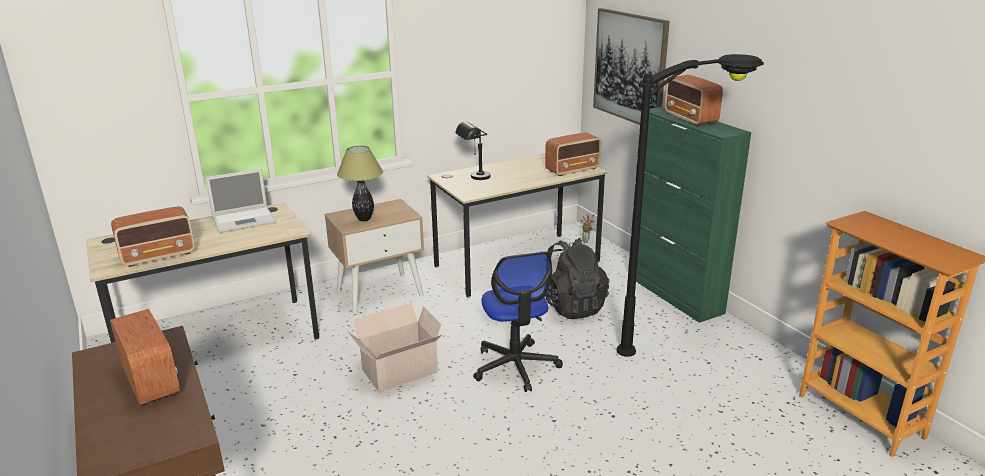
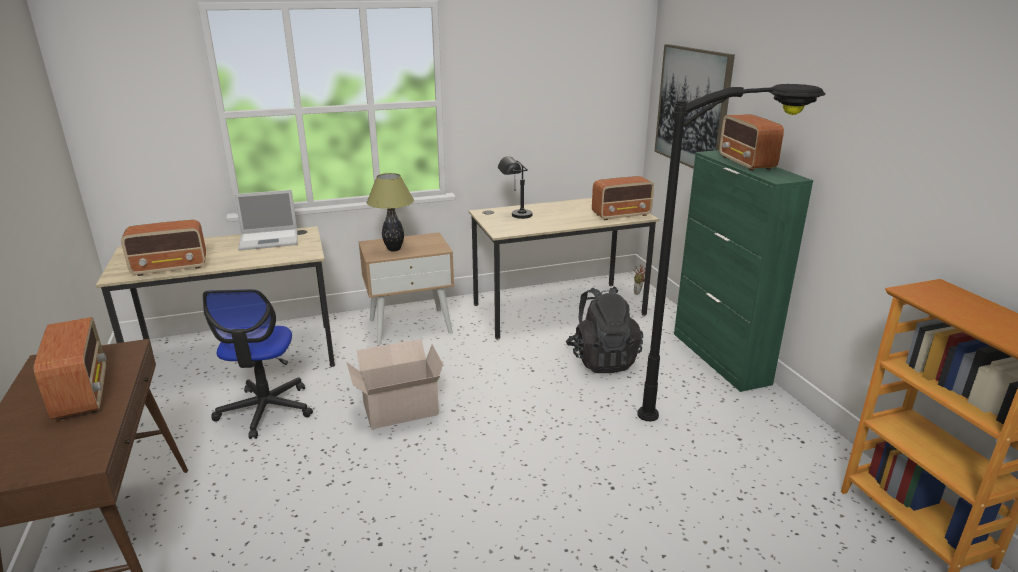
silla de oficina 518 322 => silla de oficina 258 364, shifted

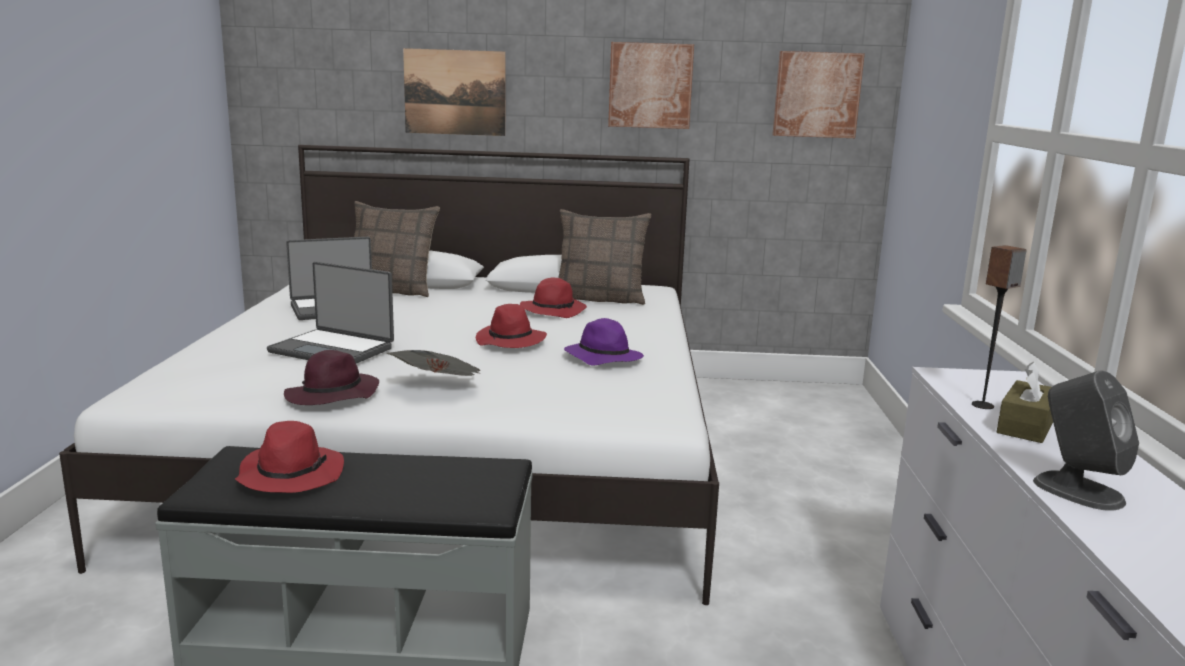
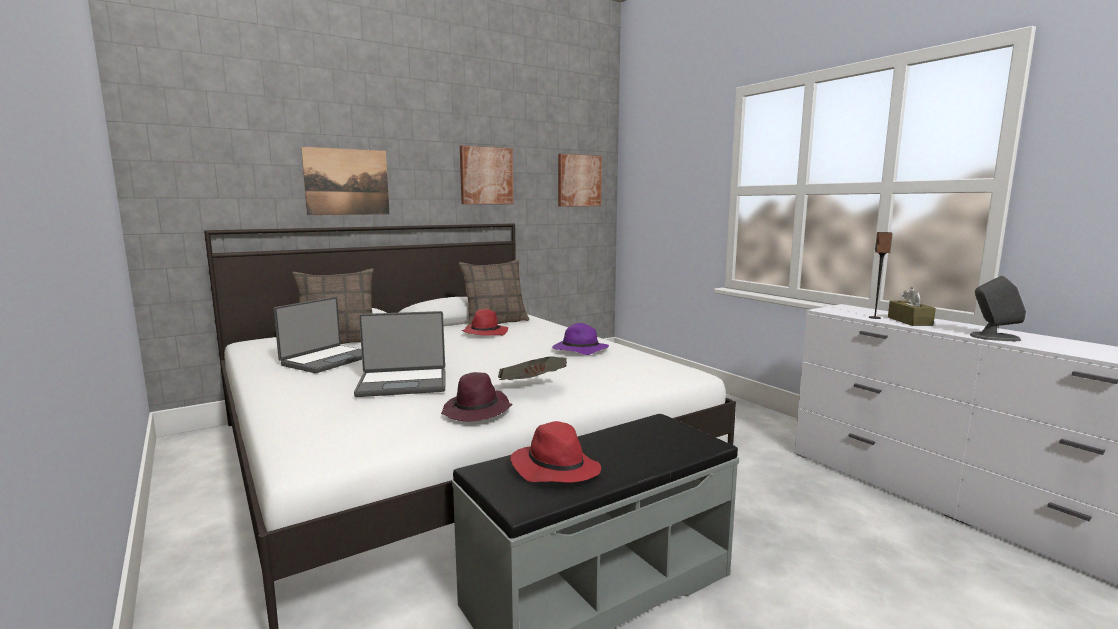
sombrero [rojo] 511 326 => nothing

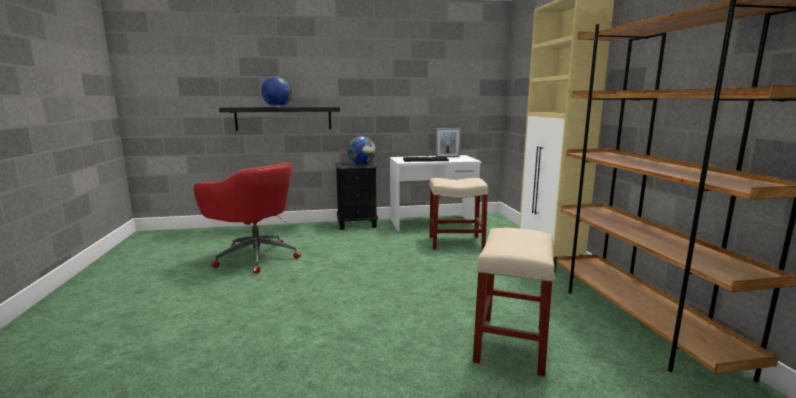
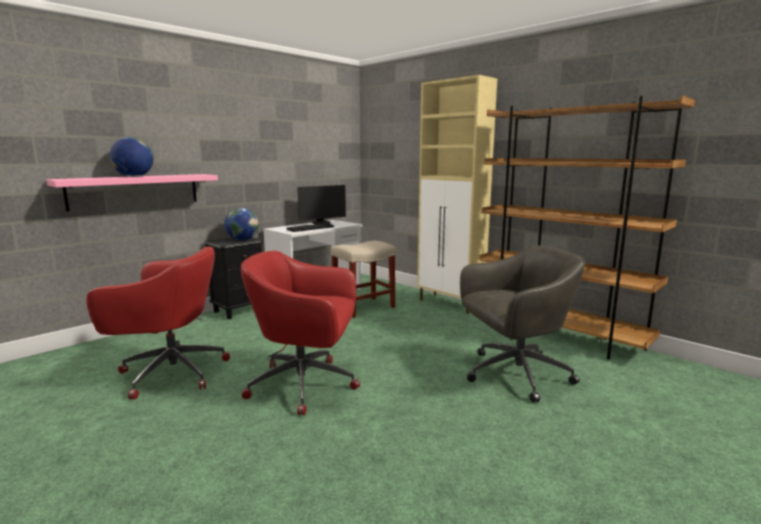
estante [negro] 279 118 => estante [rosa] 132 192
nothing => silla de oficina [rojo] 300 333
portarretratos 448 142 => monitor 321 204
taburete [beis] 514 302 => silla de oficina [gris] 522 323

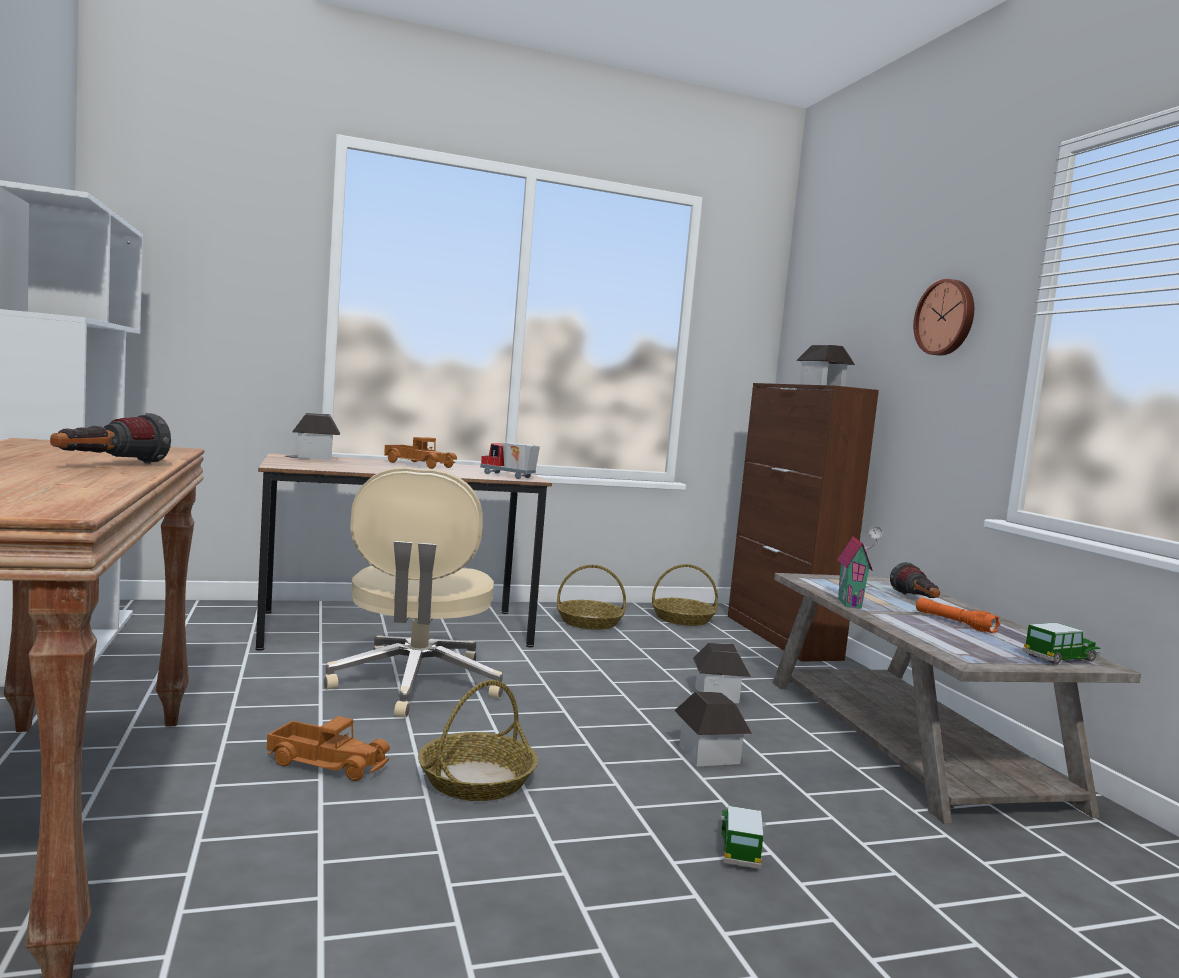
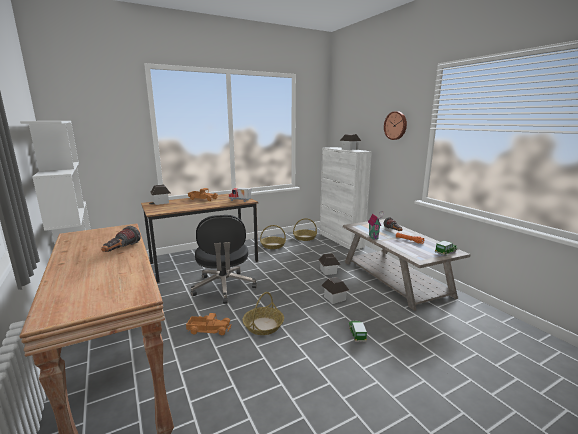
silla de oficina [beis] 413 592 => silla de oficina [negro] 224 259
armario [marrón] 803 522 => armario [blanco] 346 198

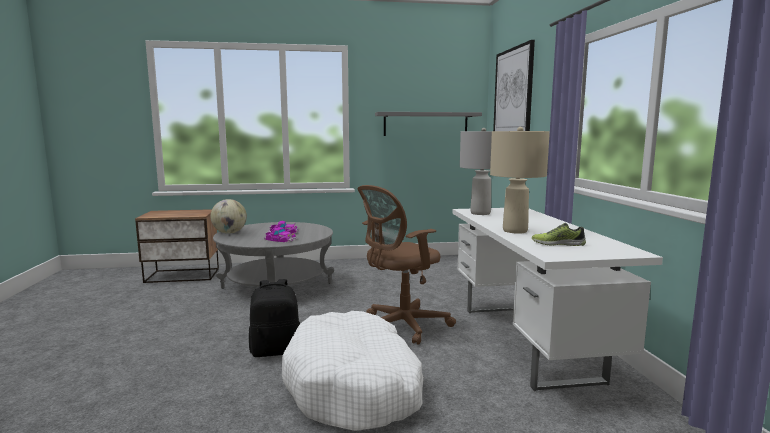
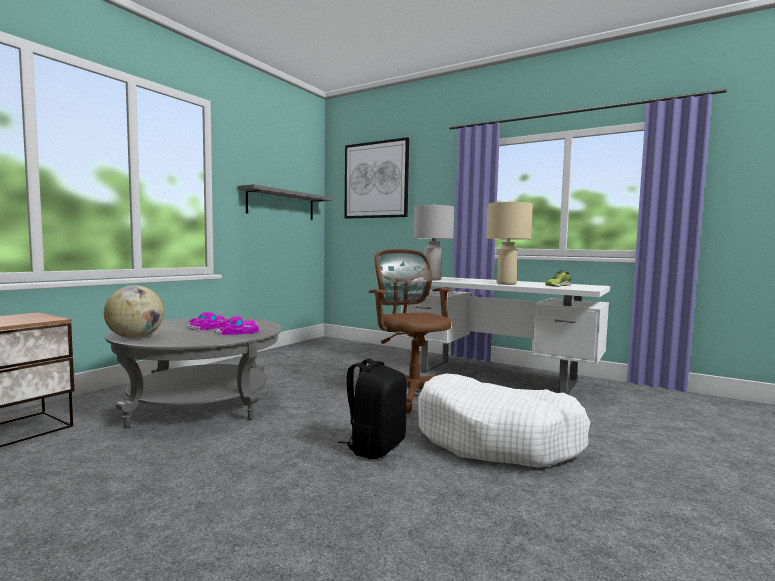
silla de oficina [marrón] 407 265 => silla de oficina [marrón] 411 331, 150 degrees clockwise

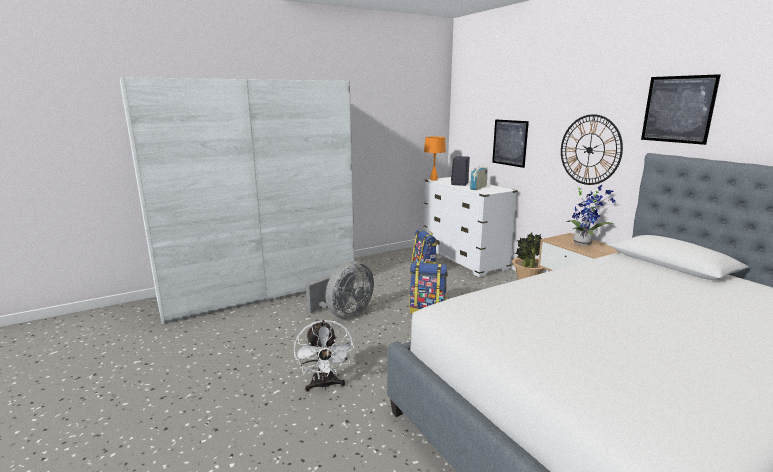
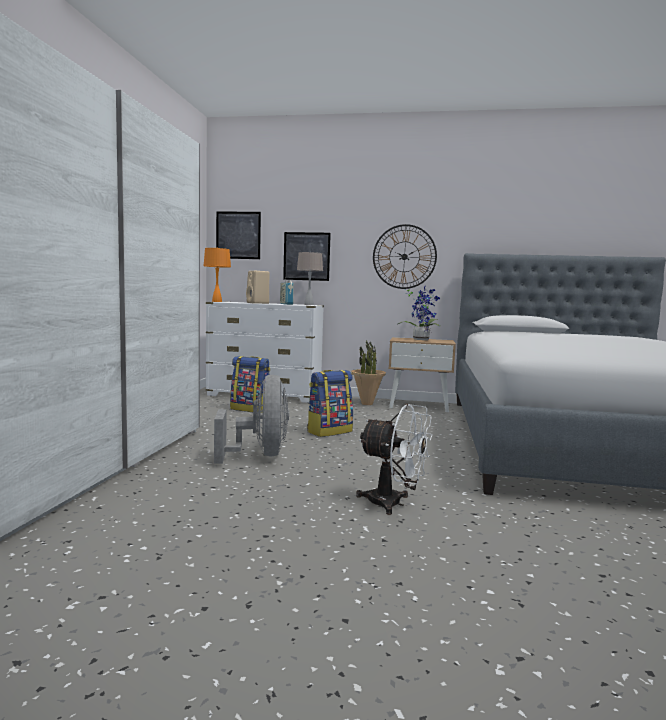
cuadro 681 109 => cuadro 238 235, shifted
altavoz [negro] 460 171 => altavoz [beis] 258 287
nothing => lámpara de mesa [beis] 310 278

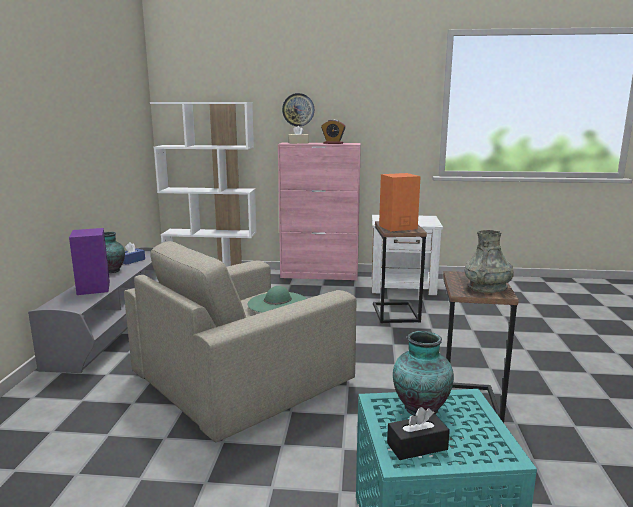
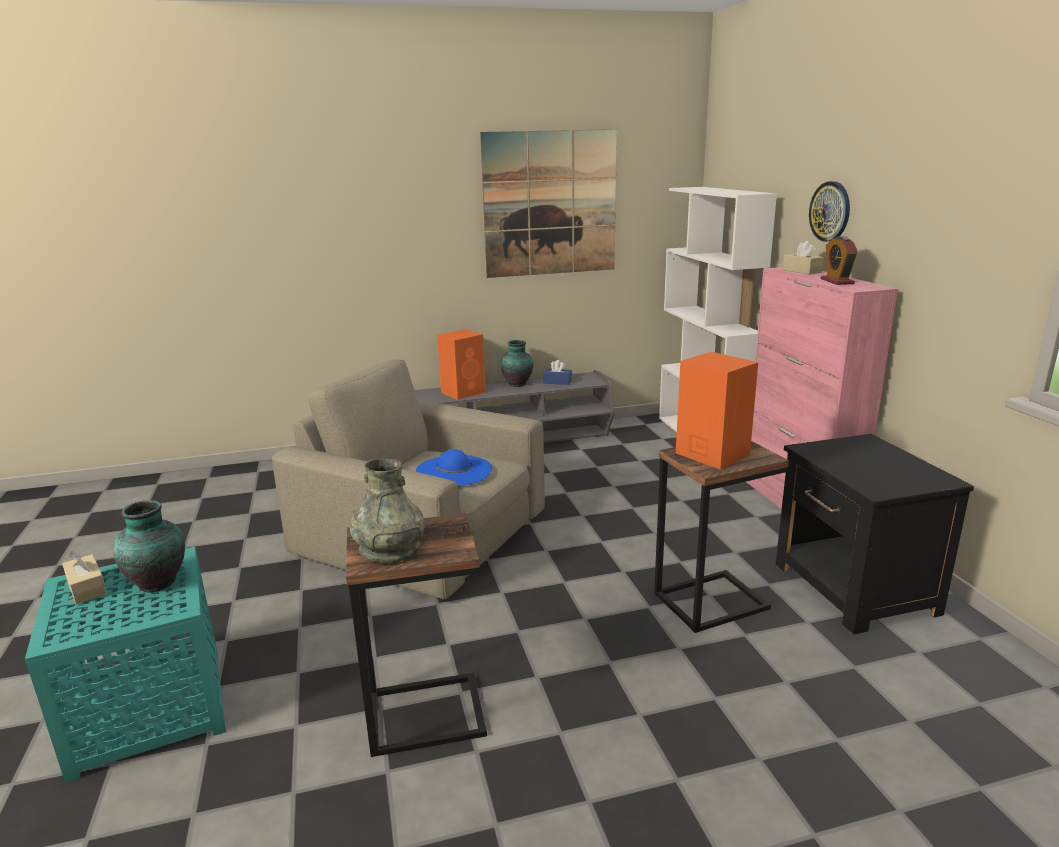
caja de pañuelos [negro] 418 433 => caja de pañuelos [beis] 84 577
sombrero [verde] 277 299 => sombrero [azul] 454 467
altavoz [morado] 89 261 => altavoz [naranja] 461 364
nothing => cuadro 548 203
mesita de noche [blanco] 407 255 => mesita de noche [negro] 875 534

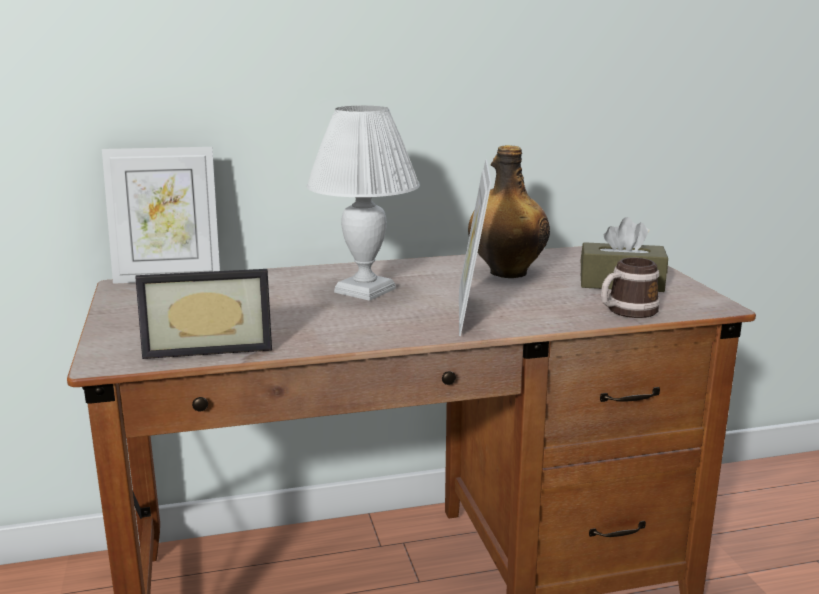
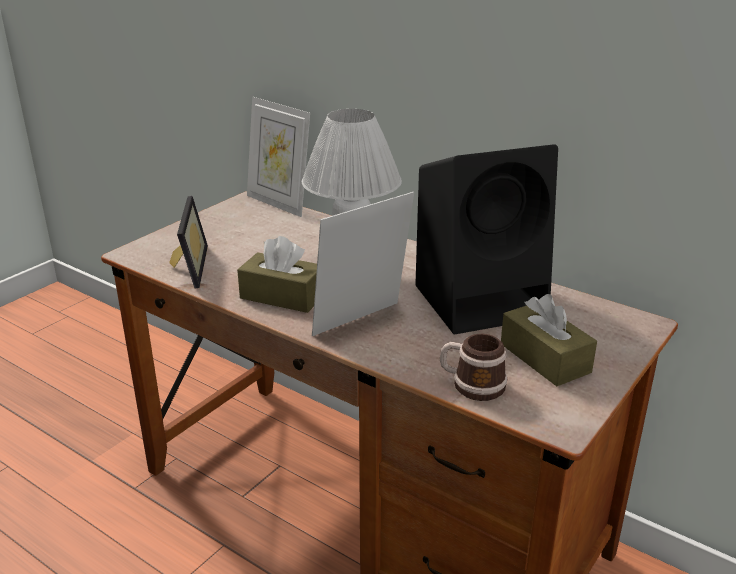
portarretratos 203 314 => portarretratos 188 242, 135 degrees counterclockwise
nothing => caja de pañuelos [marrón] 277 274
botella 509 211 => altavoz [negro] 486 239

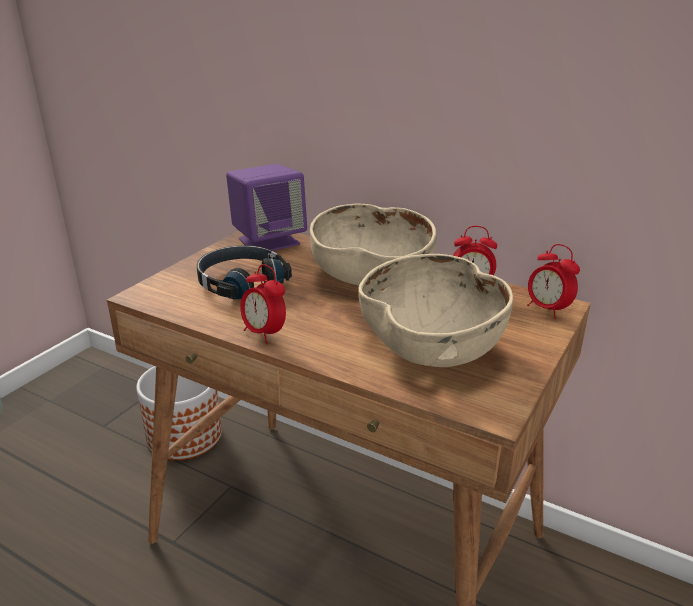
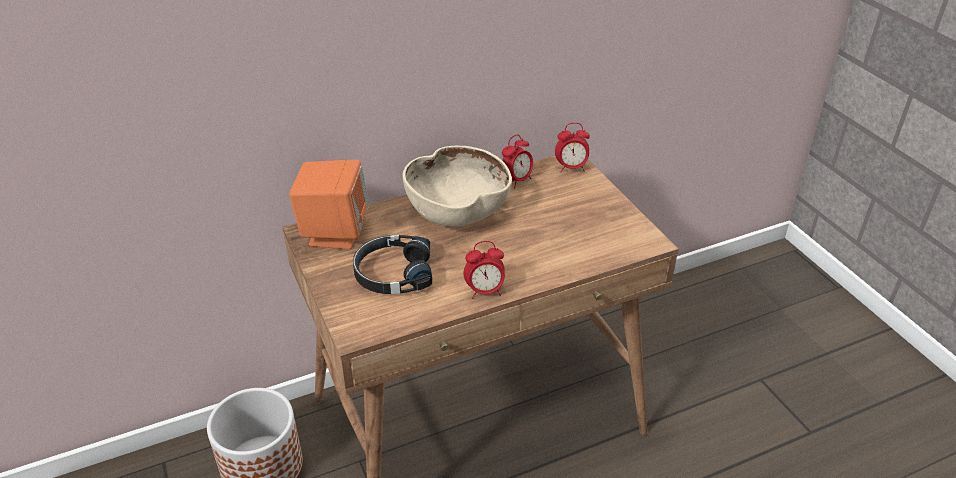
altavoz [morado] 266 207 => altavoz [naranja] 329 205
cuenco [beis] 435 310 => nothing

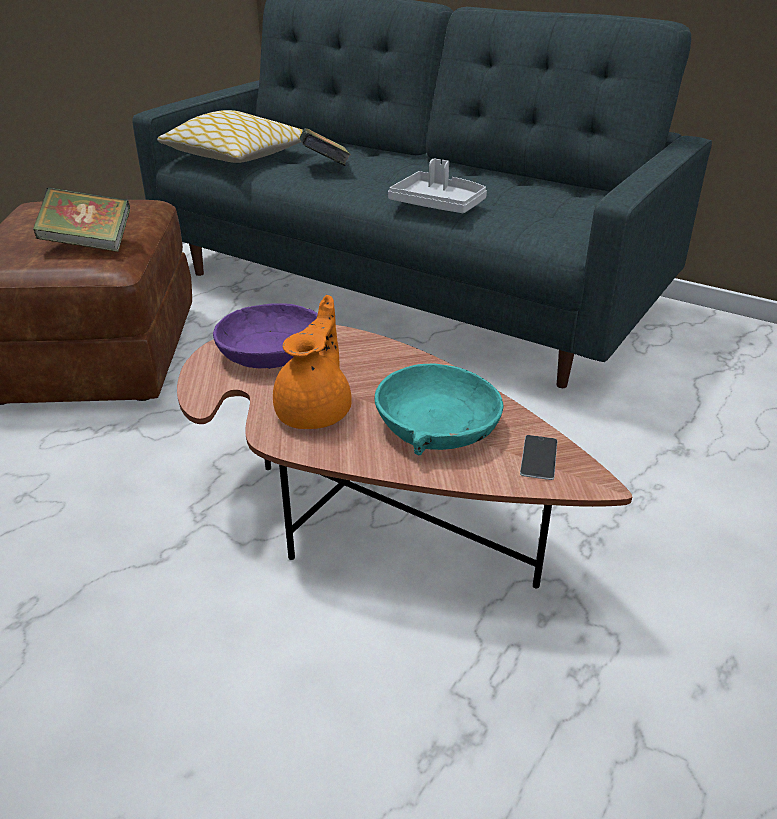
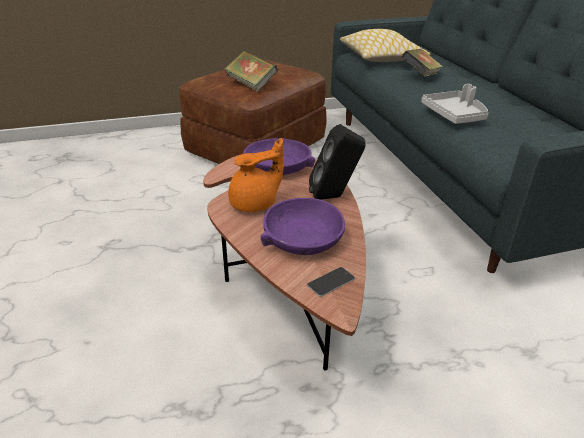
cuenco [turquesa] 438 409 => cuenco [morado] 302 226
nothing => altavoz [negro] 337 162

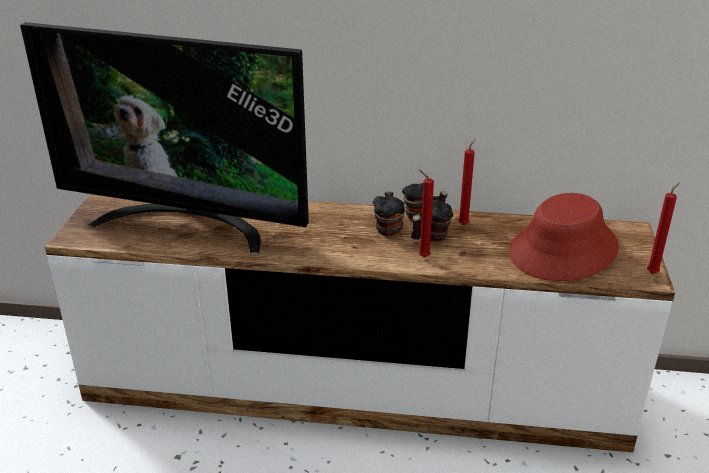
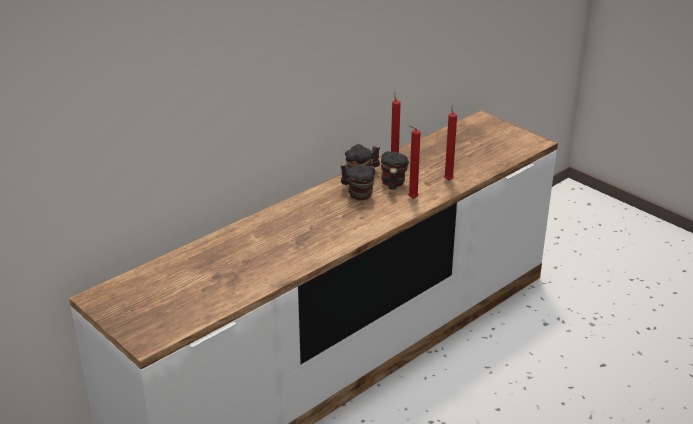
vela [rojo] 663 228 => vela [rojo] 450 142, shifted
televisor 164 138 => nothing
sombrero [rojo] 564 237 => nothing

